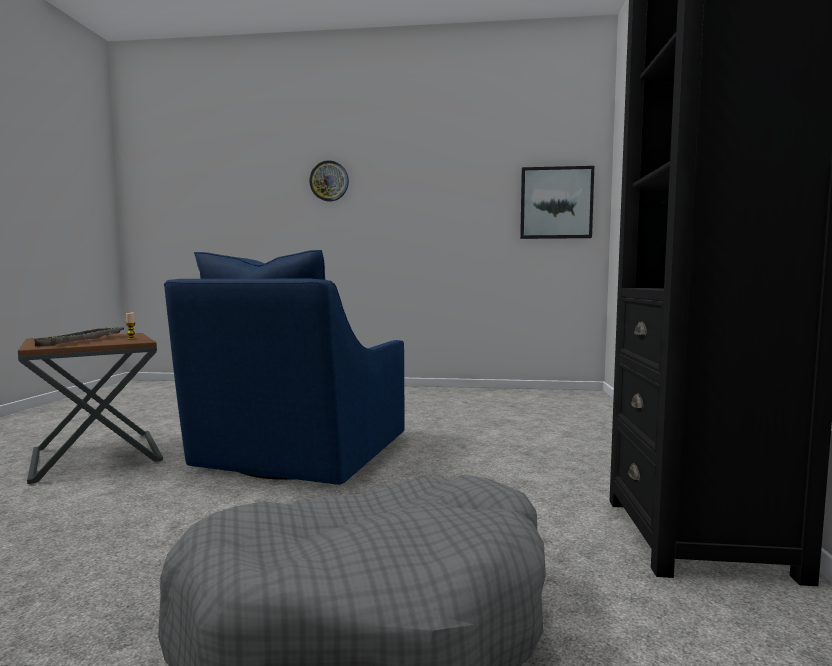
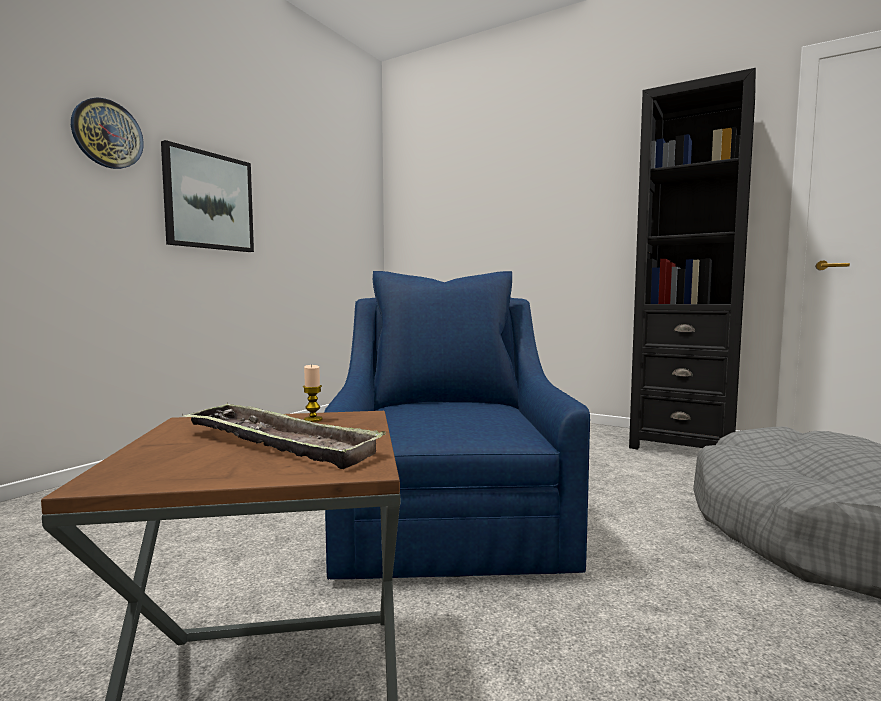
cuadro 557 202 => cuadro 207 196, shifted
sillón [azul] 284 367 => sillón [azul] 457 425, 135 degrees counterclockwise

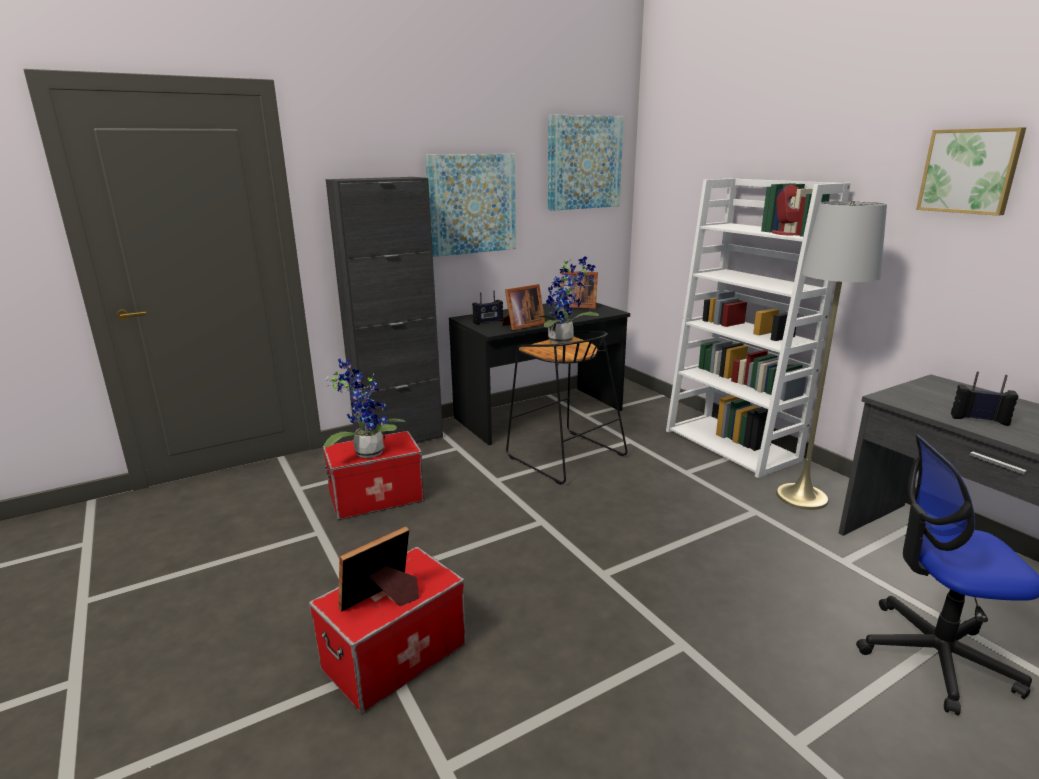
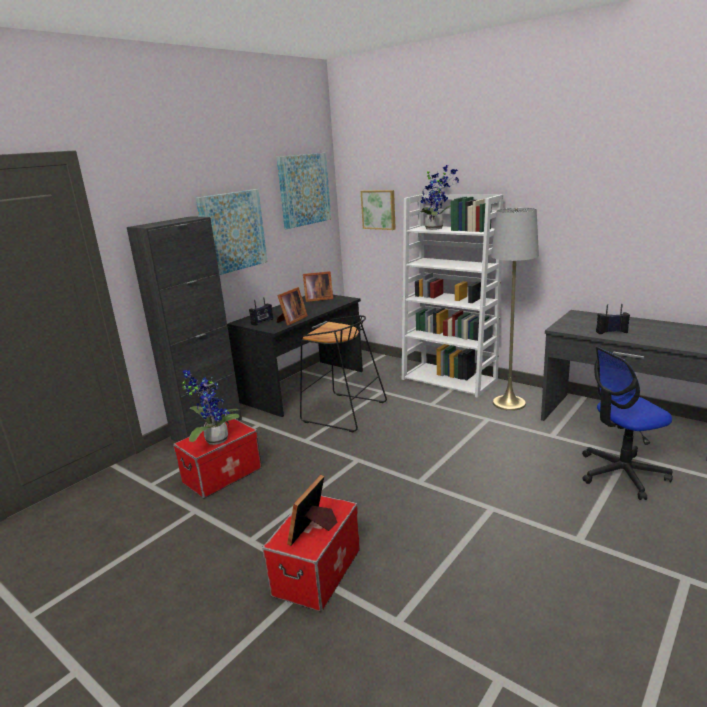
cuadro 971 171 => cuadro 378 210, shifted
planta en maceta 567 300 => planta en maceta 439 197, shifted
altavoz [rojo] 785 210 => nothing

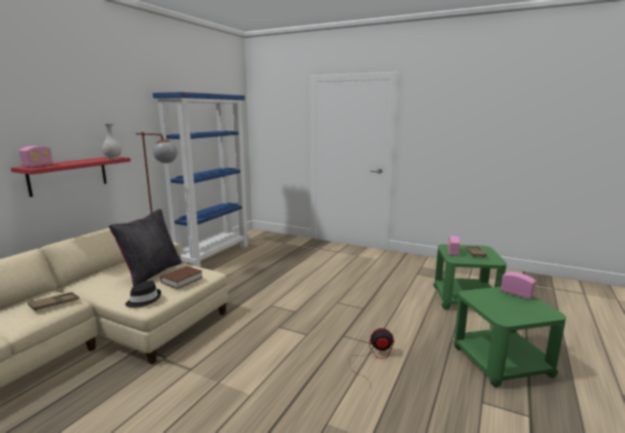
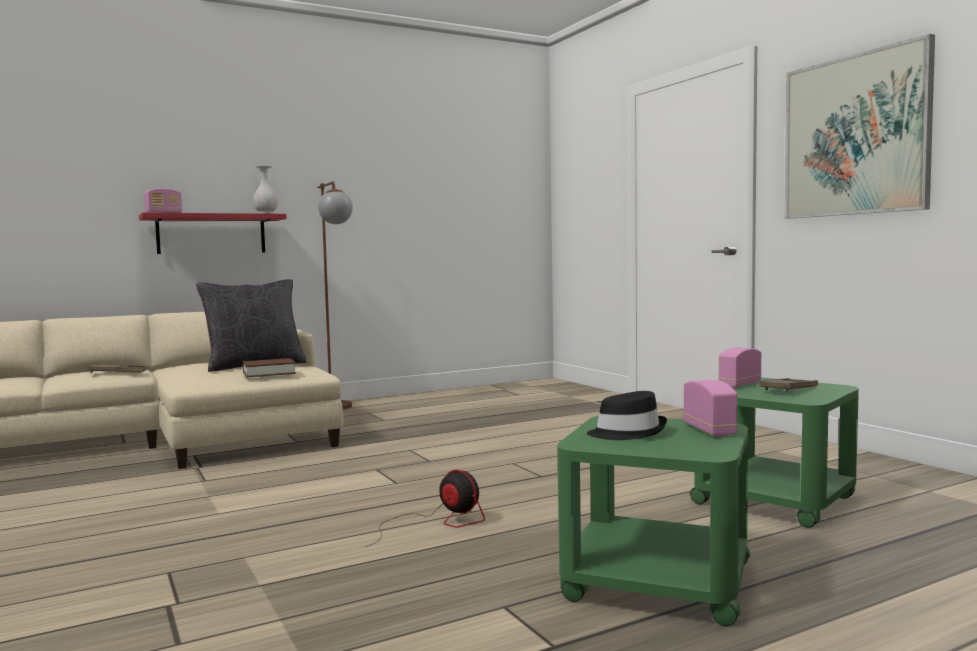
sombrero [negro] 143 294 => sombrero [negro] 627 415, shifted
nothing => cuadro 860 126
estantería [azul] 201 179 => nothing

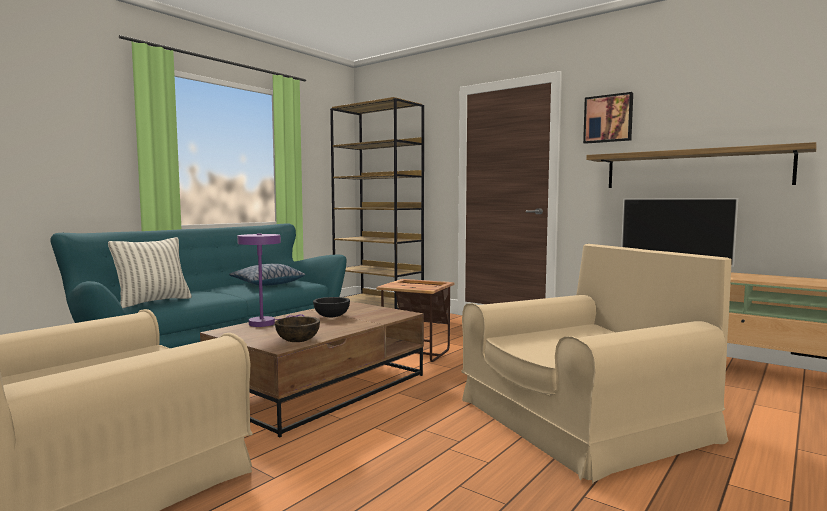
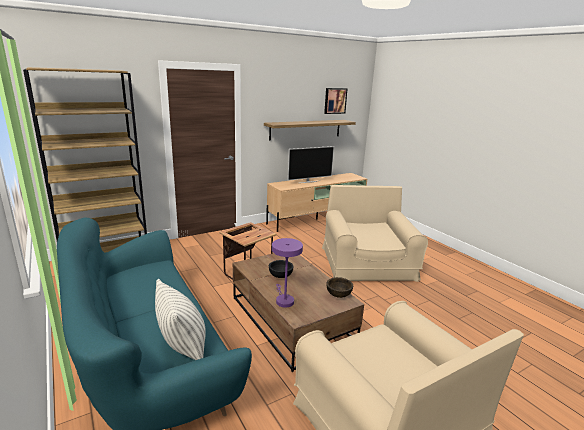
cuadro 608 118 => cuadro 335 101, shifted
cojín 267 275 => nothing

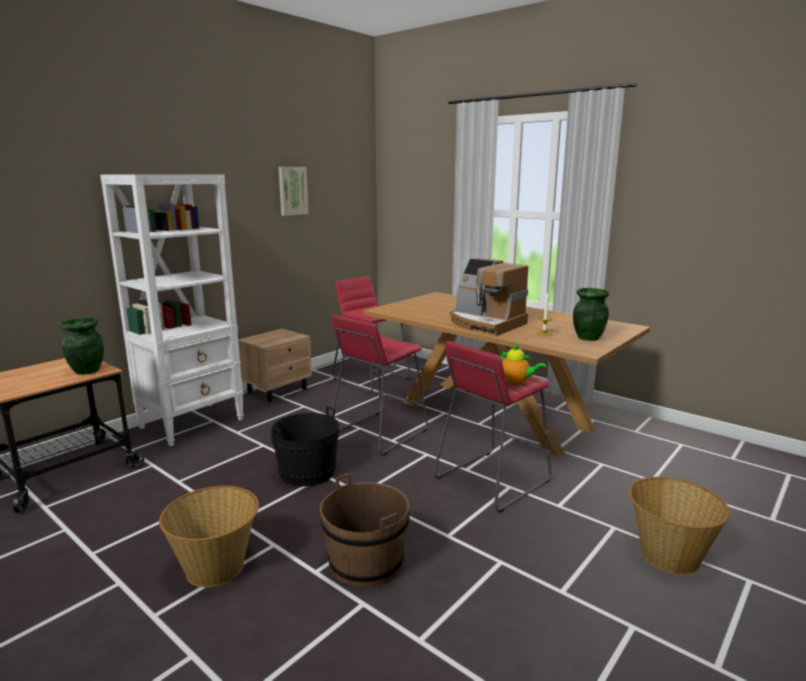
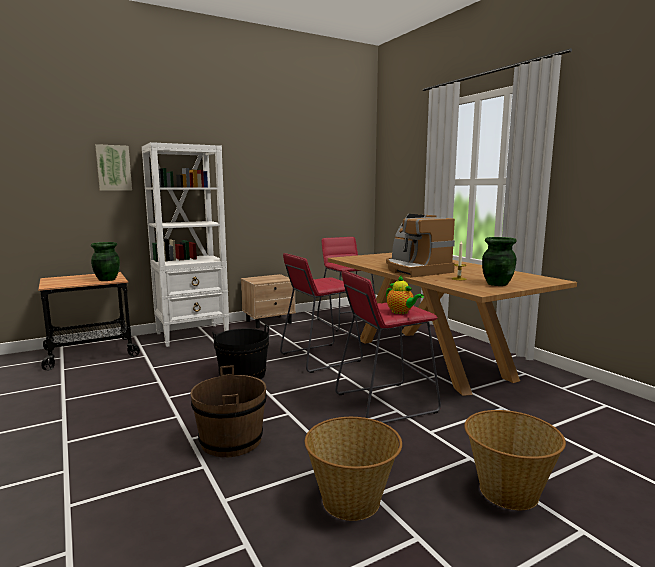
cuadro 293 191 => cuadro 113 167, shifted
cesta 209 536 => cesta 353 469, shifted

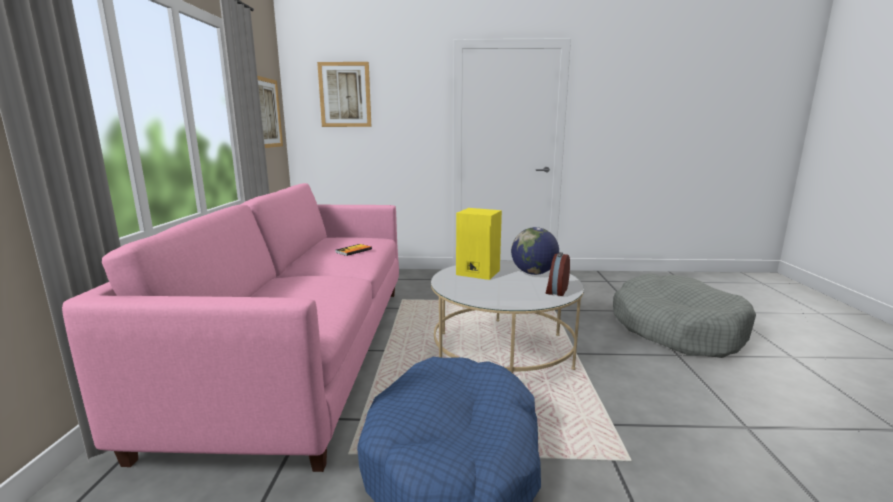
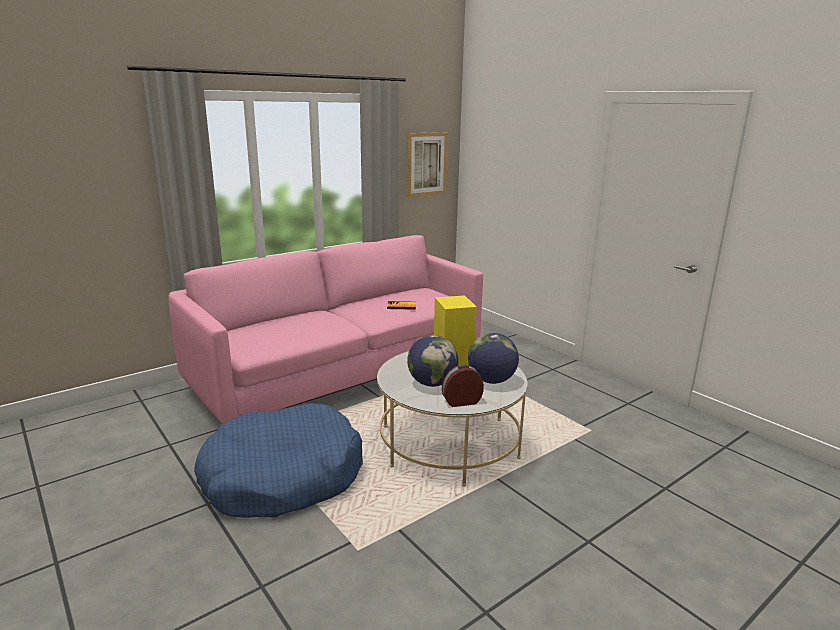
nothing => globo terráqueo 433 361
cuadro 344 94 => nothing
cama para perro [gris] 684 316 => nothing

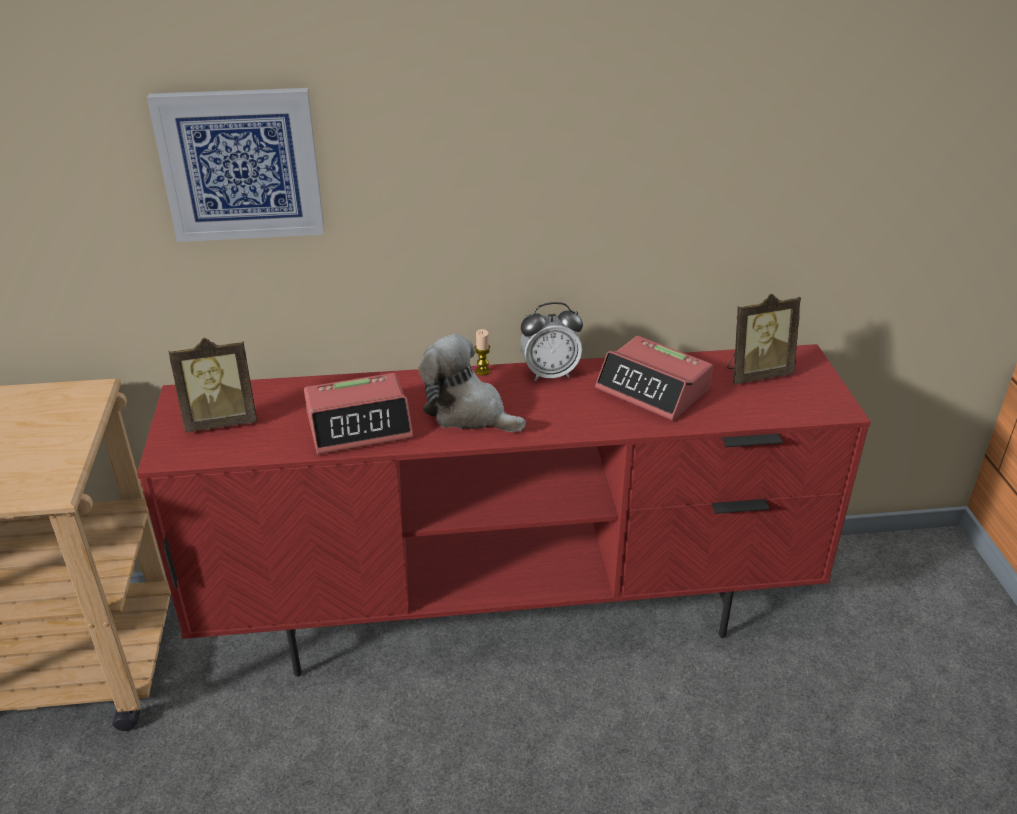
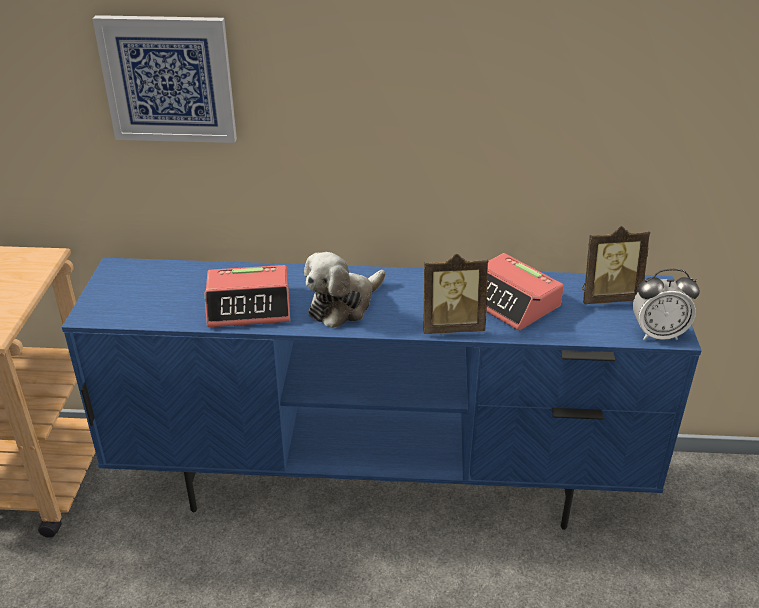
mueble de televisión [rojo] 504 510 => mueble de televisión [azul] 382 394
peluche 472 383 => peluche 345 290, 90 degrees counterclockwise
portarretratos 213 385 => portarretratos 455 294, shifted
despertador 551 341 => despertador 666 304, shifted
vela 482 352 => nothing

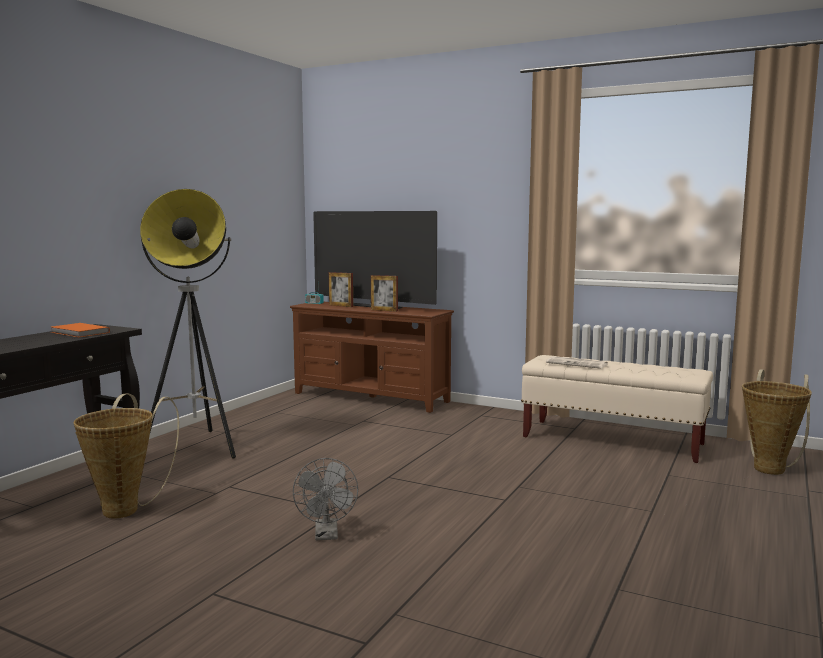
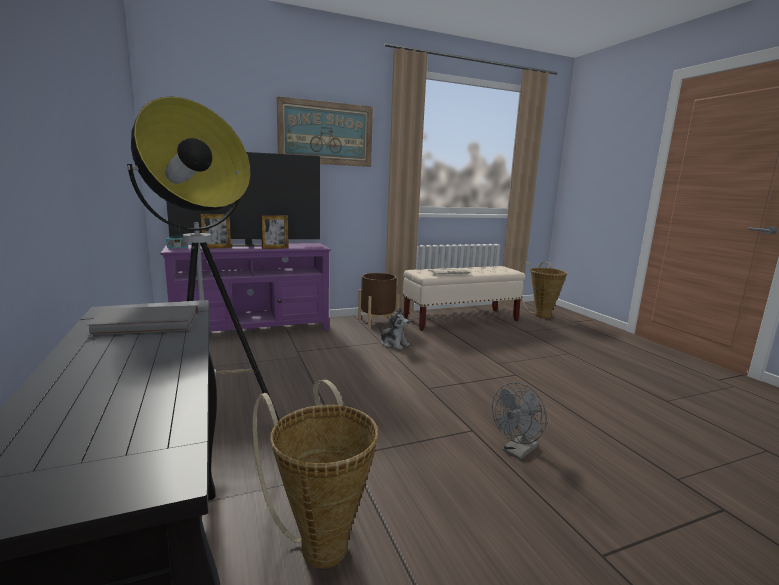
libro [naranja] 80 330 => libro [gris] 142 320
mueble de televisión [marrón] 372 357 => mueble de televisión [morado] 246 287
nothing => cuadro 324 131
nothing => maceta [marrón] 379 301
nothing => peluche 394 329
ventilador [gris] 325 499 => ventilador [gris] 519 421, 105 degrees clockwise

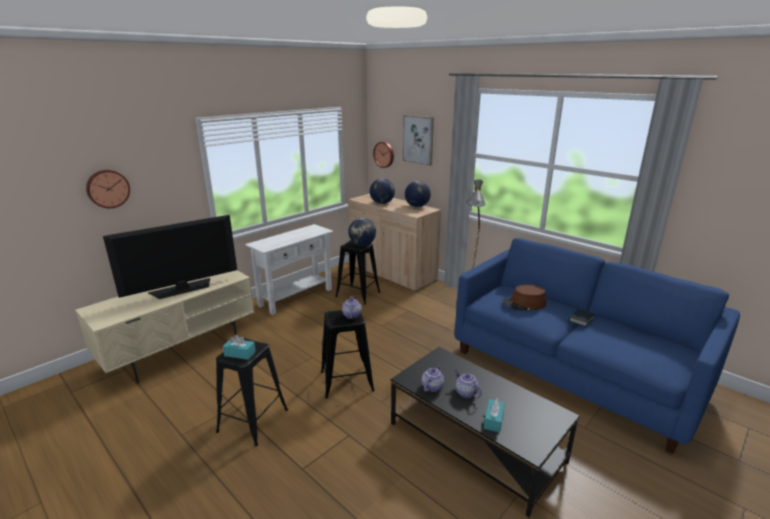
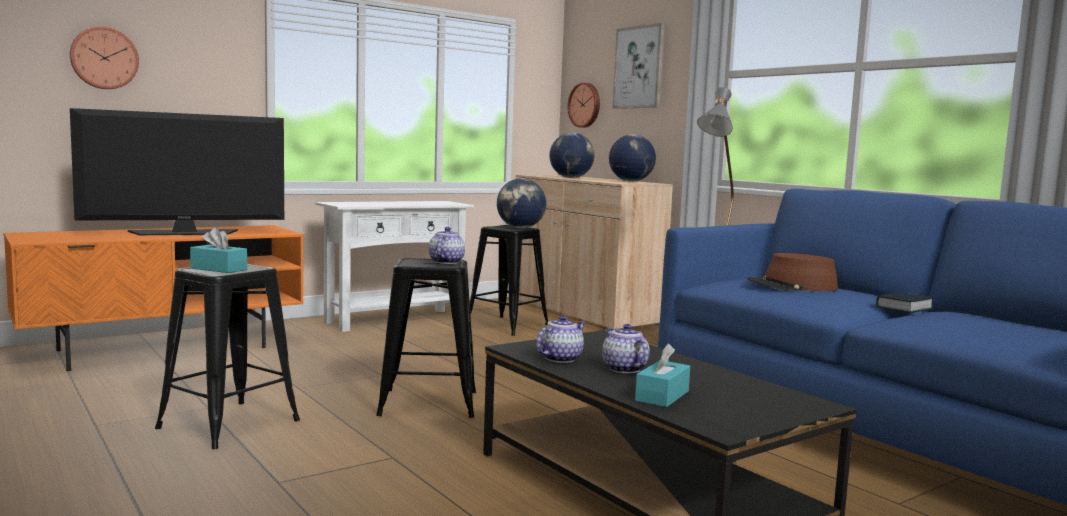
mueble de televisión [beis] 164 326 => mueble de televisión [naranja] 154 298

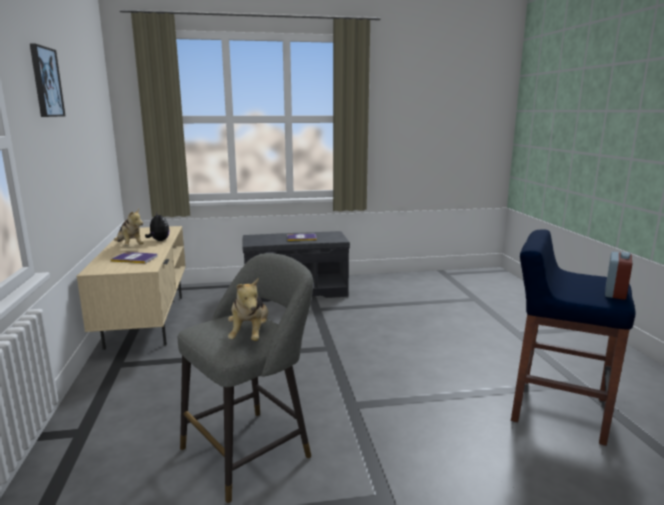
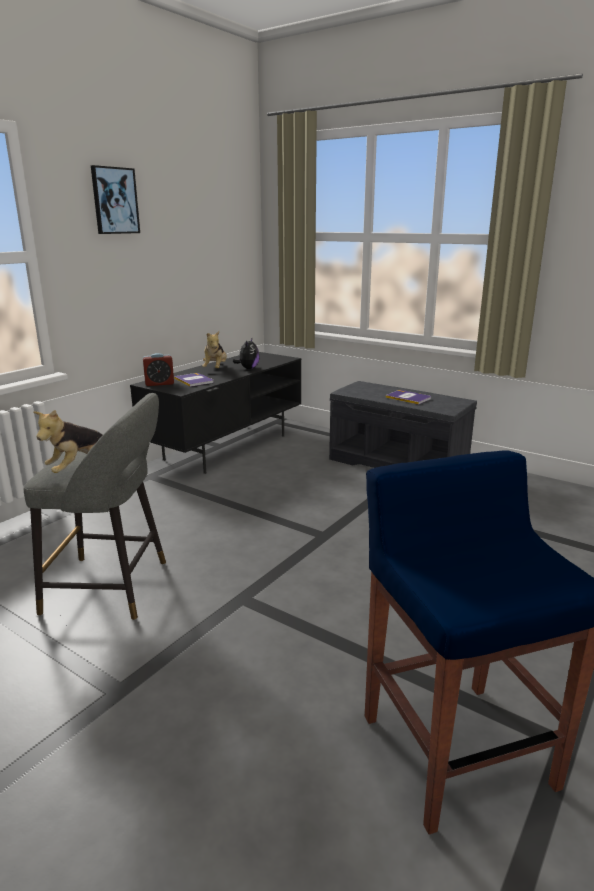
mueble de televisión [beis] 131 288 => mueble de televisión [negro] 215 413
despertador 618 276 => despertador 158 369, shifted

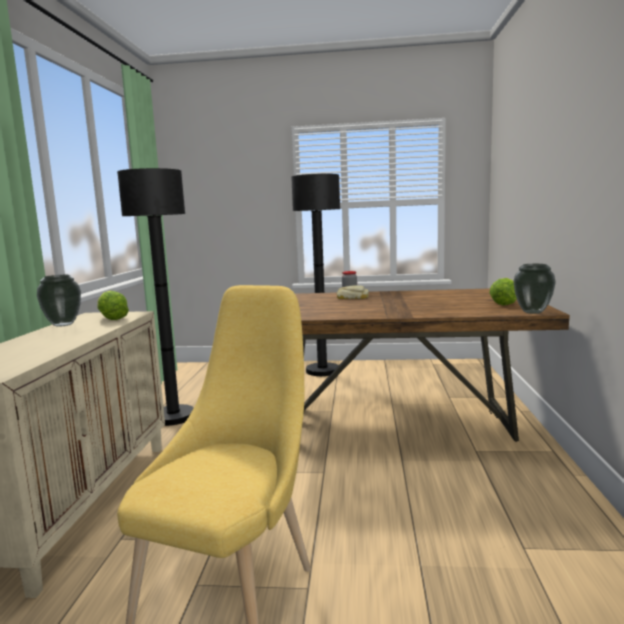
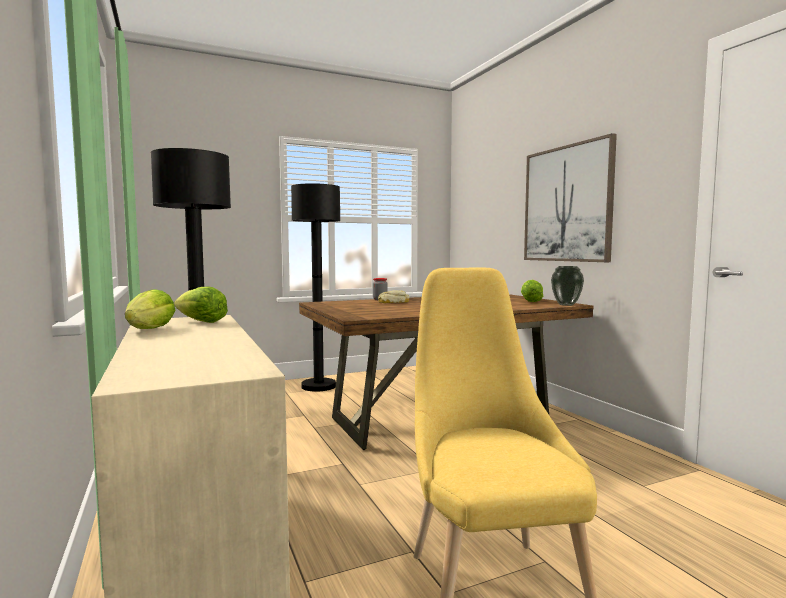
florero 59 301 => lechuga 150 309
nothing => cuadro 570 197

